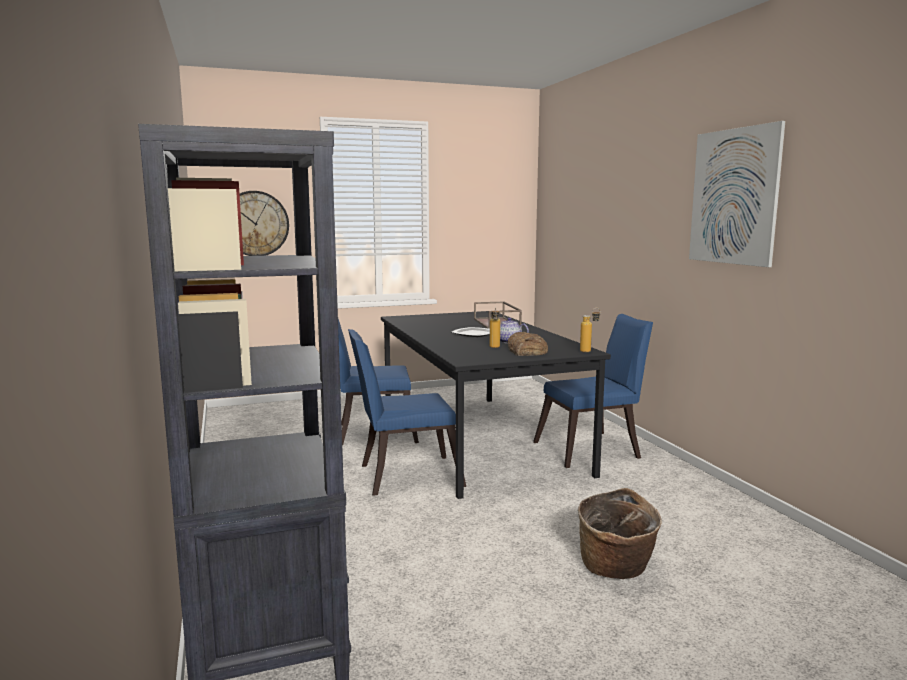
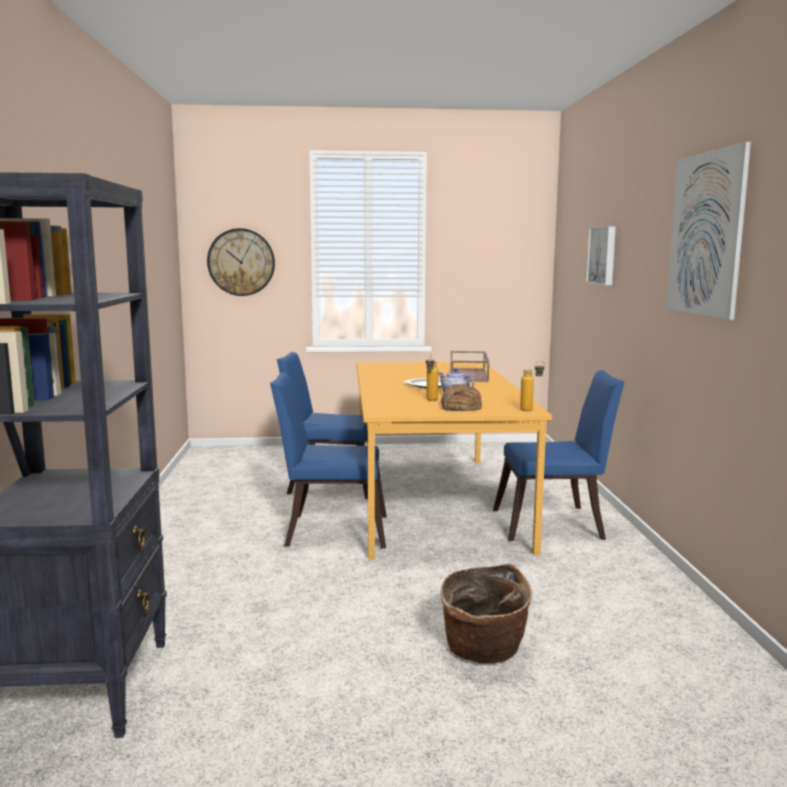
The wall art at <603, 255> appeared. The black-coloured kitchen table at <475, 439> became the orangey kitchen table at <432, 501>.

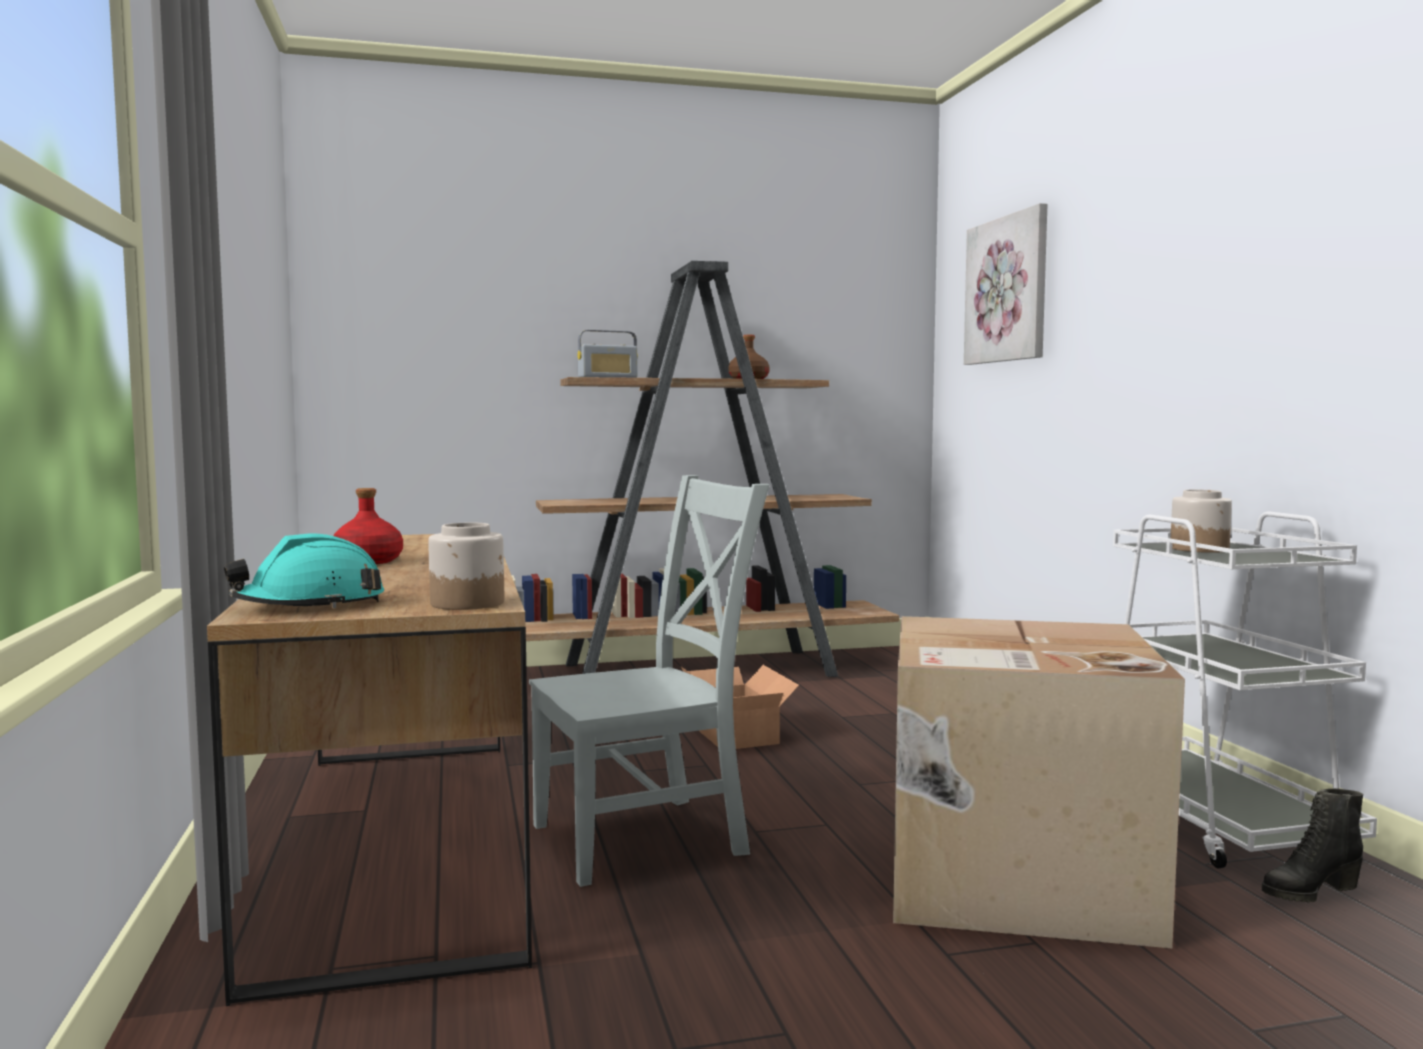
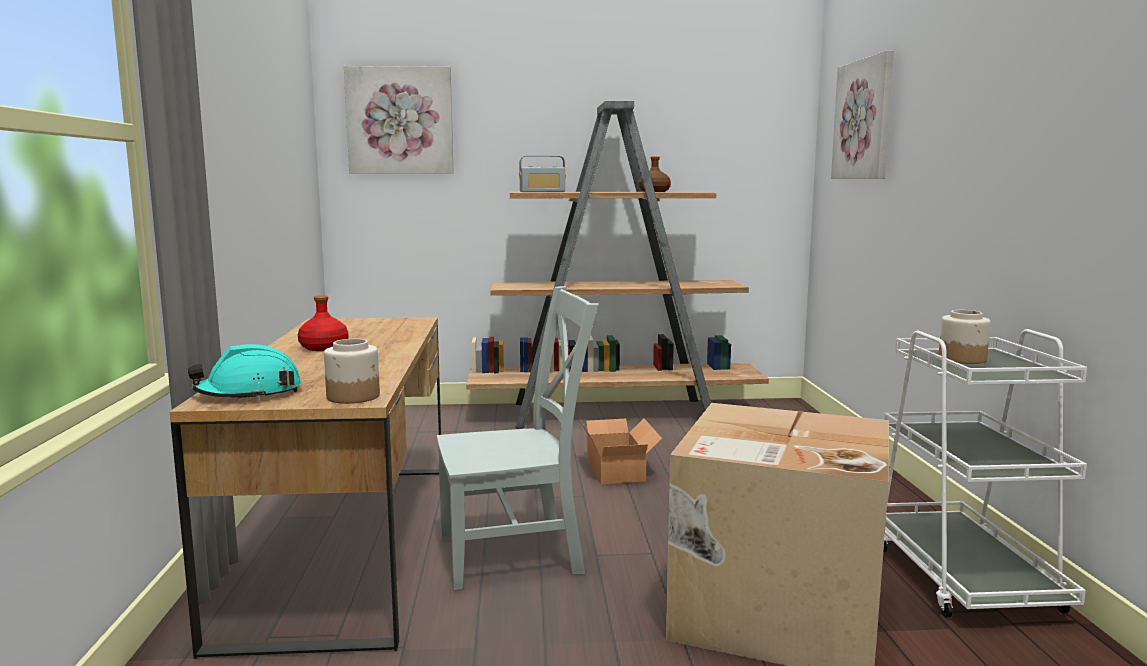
The black-coloured boot at <1309, 892> disappeared. The wall art at <400, 121> appeared.

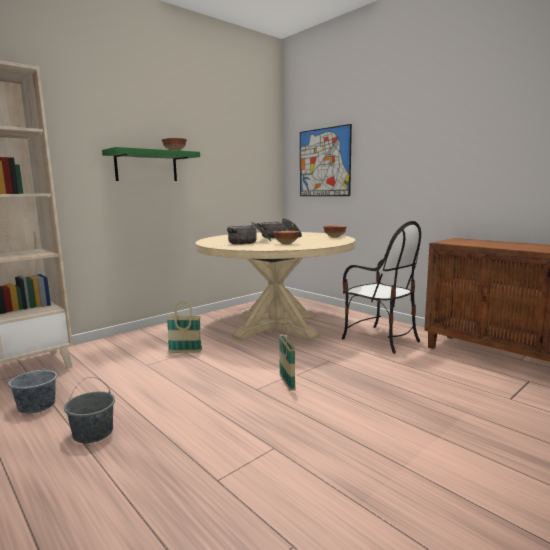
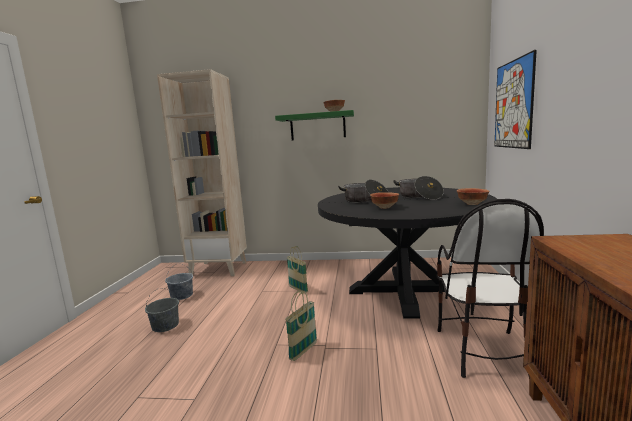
The beige kitchen table at <276, 326> became the black-coloured kitchen table at <404, 291>.

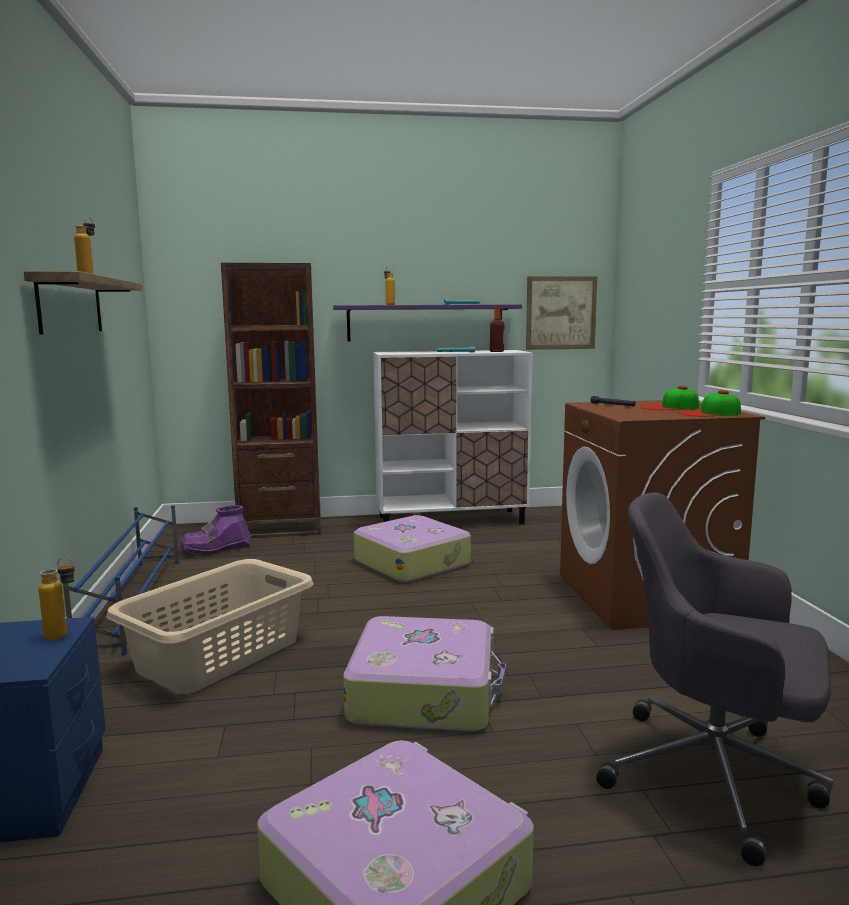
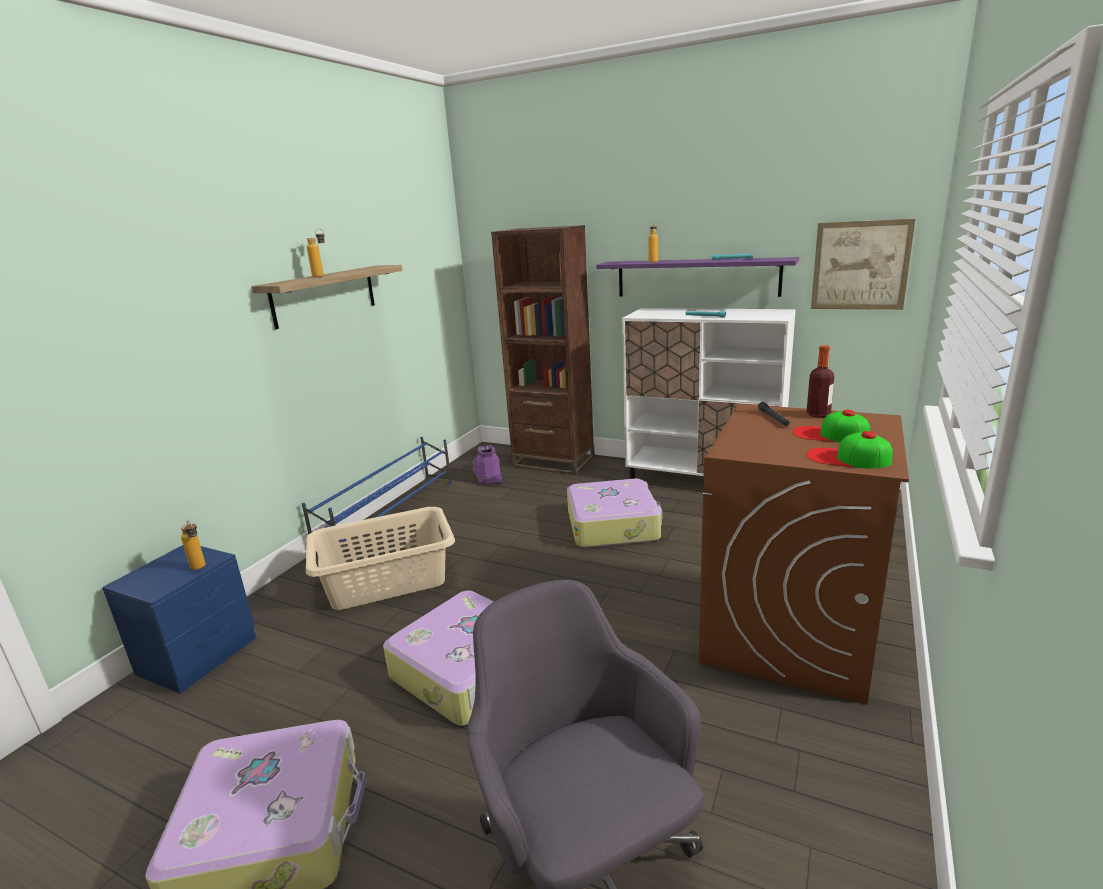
The beverage bottle moved from <496, 351> to <818, 414>. The purple boot at <215, 549> turned 75 degrees clockwise.

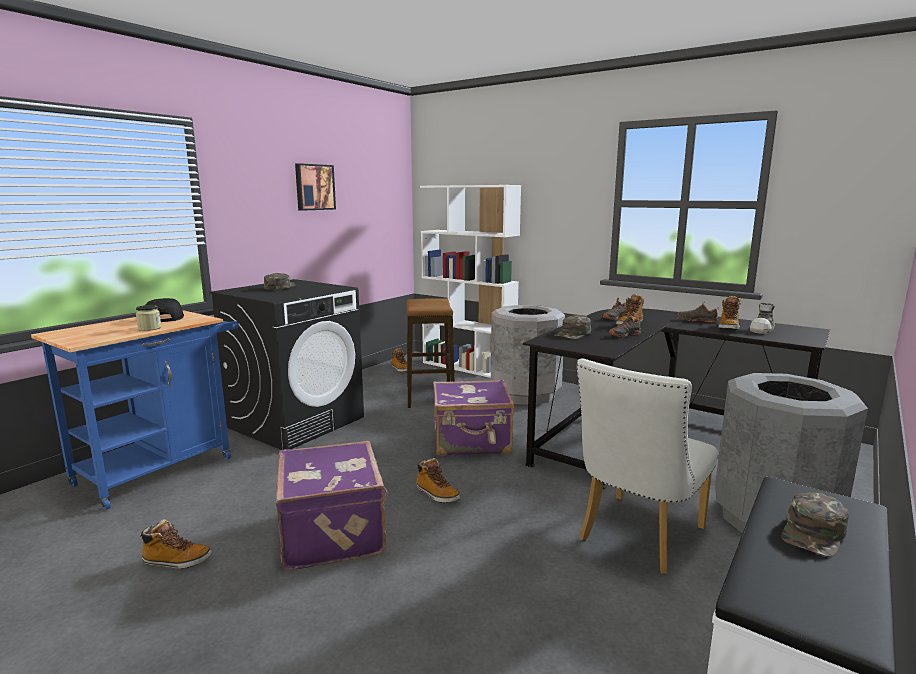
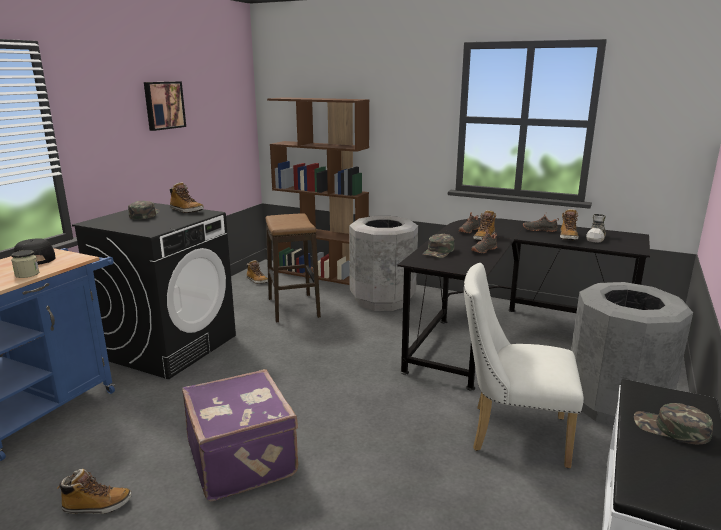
The purple suitcase at <472, 442> disappeared. The boot moved from <437, 494> to <186, 211>. The white bookcase at <469, 367> became the brownish bookcase at <322, 274>. The white plain chair at <636, 537> turned 75 degrees clockwise. The green-coloured baseball cap at <814, 533> turned 90 degrees clockwise.

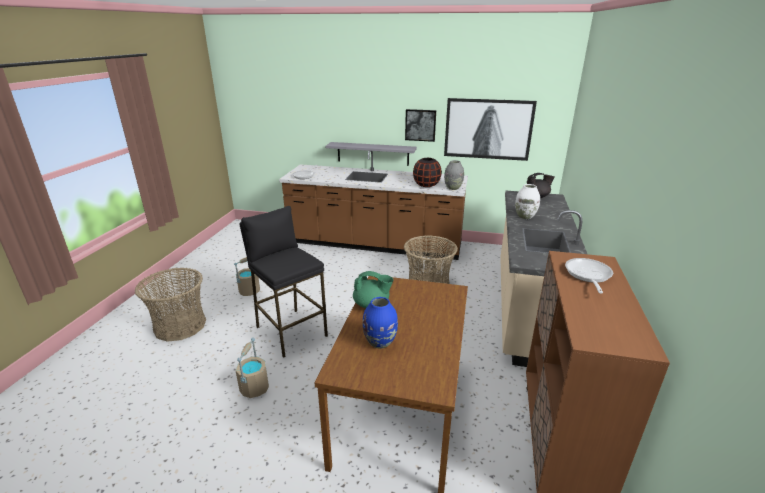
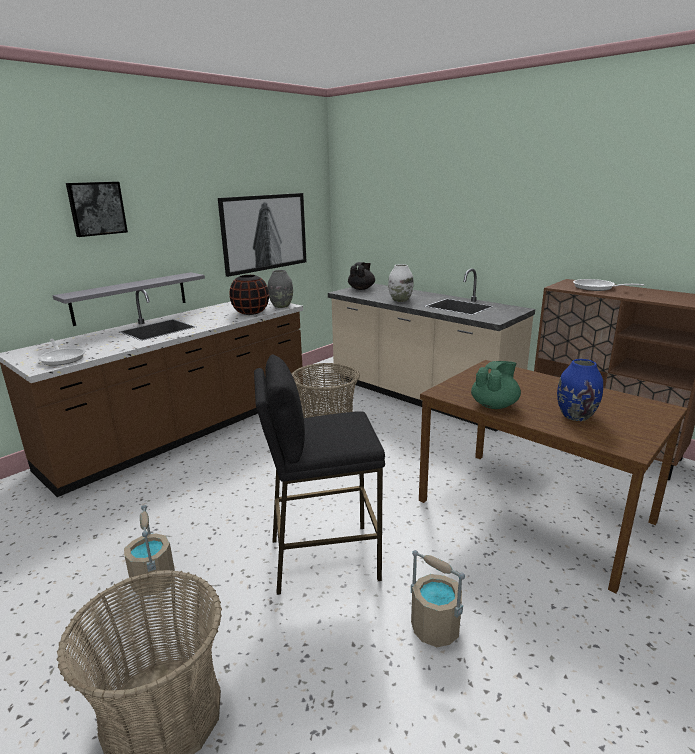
The wall art moved from <420, 125> to <96, 208>.

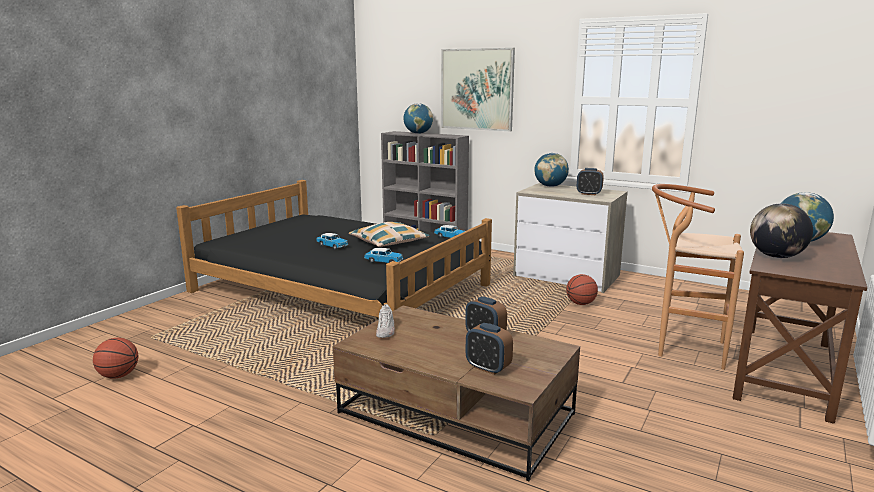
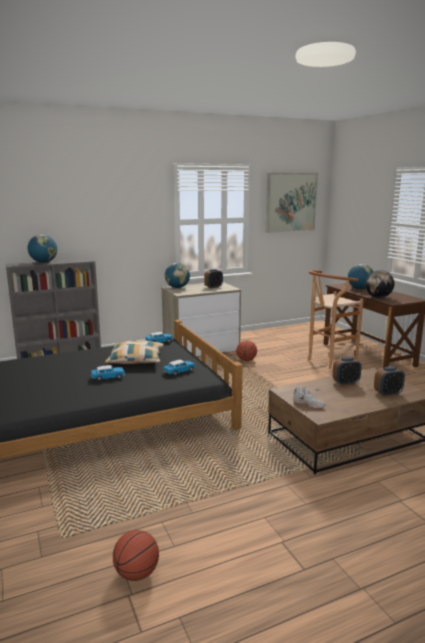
The wall art moved from <477, 89> to <291, 202>.

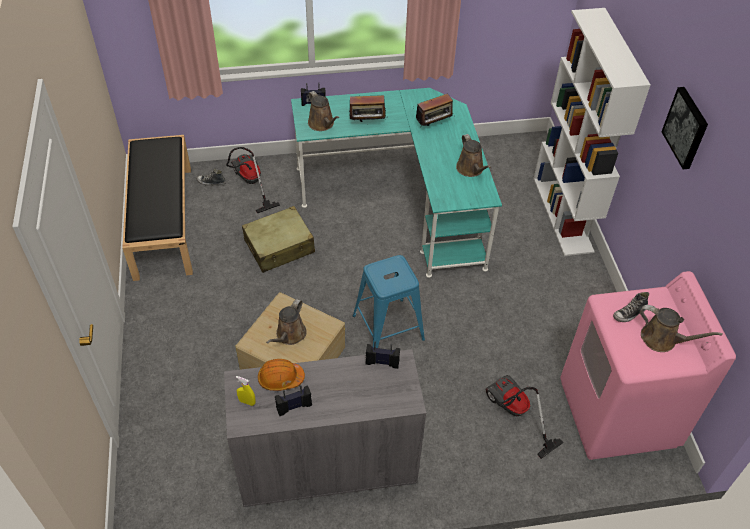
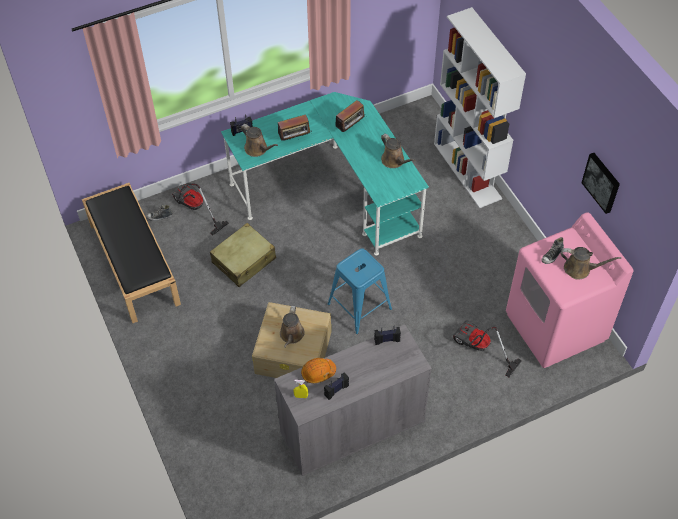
The wall art moved from <686, 127> to <602, 182>.

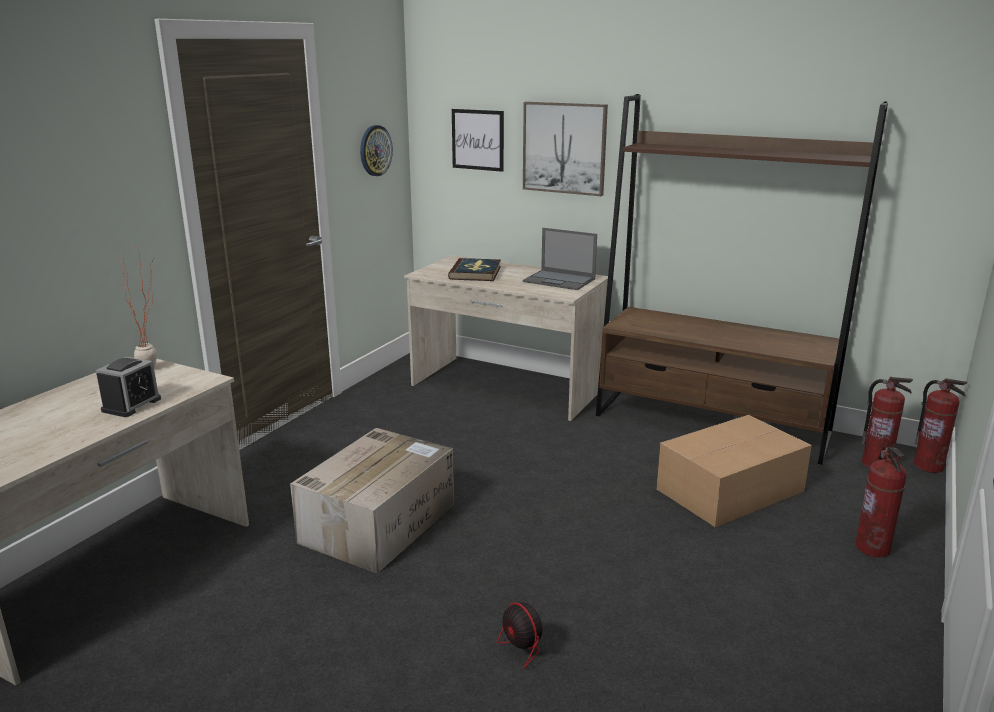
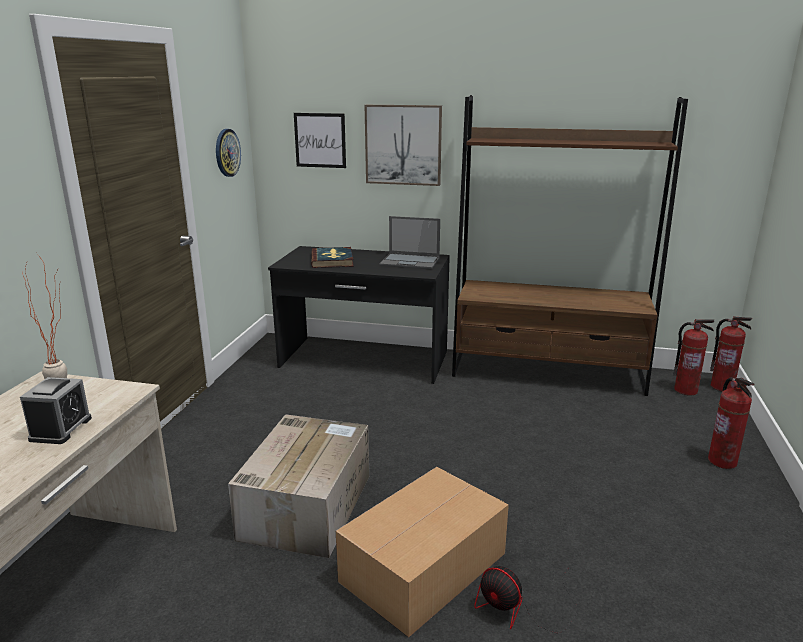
The packing box moved from <732, 490> to <426, 566>. The beige desk at <506, 387> became the black-coloured desk at <364, 360>.

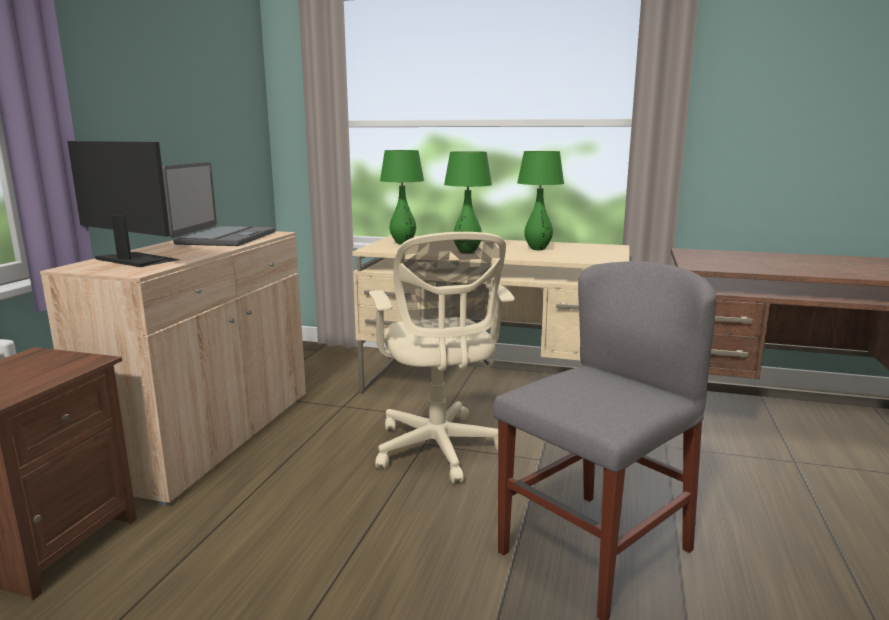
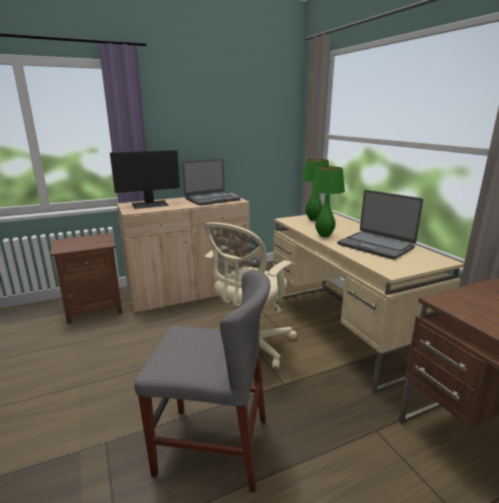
The green-coloured lamp for a table at <537, 249> was replaced by the portable computer at <376, 246>. The monitor at <135, 259> turned 75 degrees clockwise.

